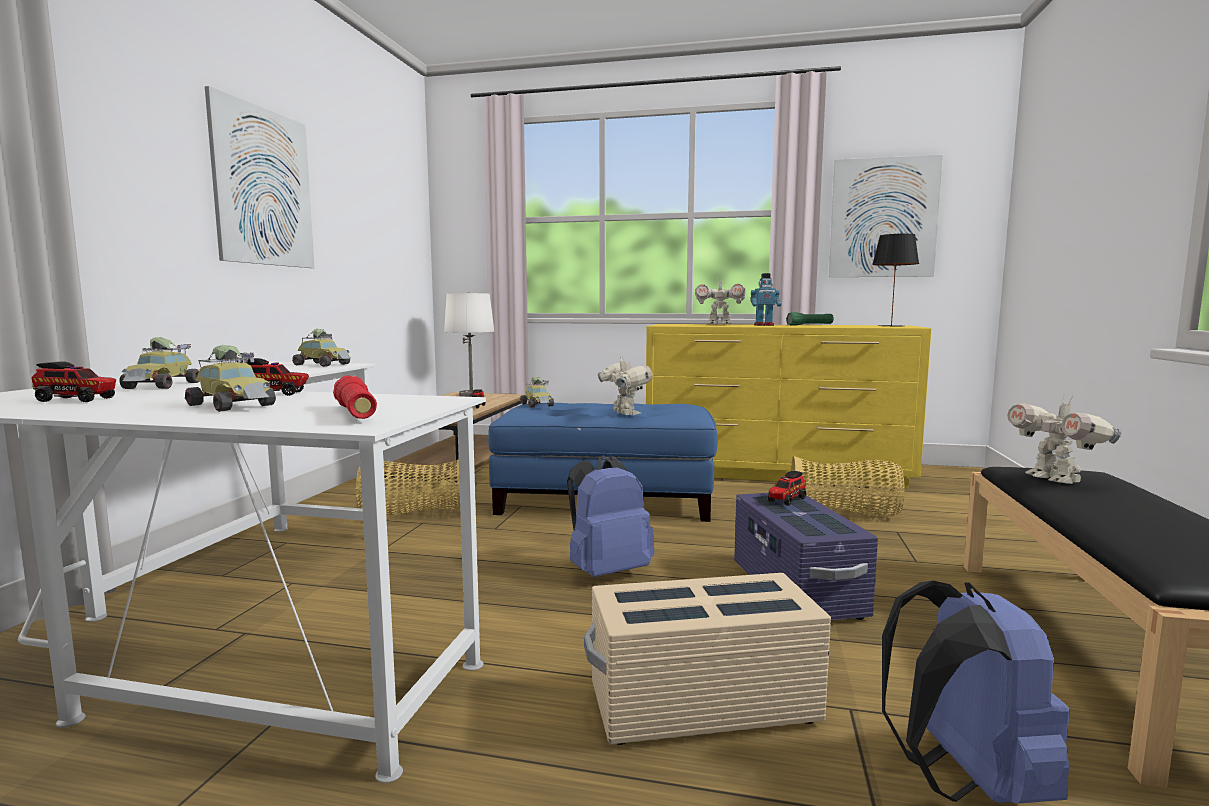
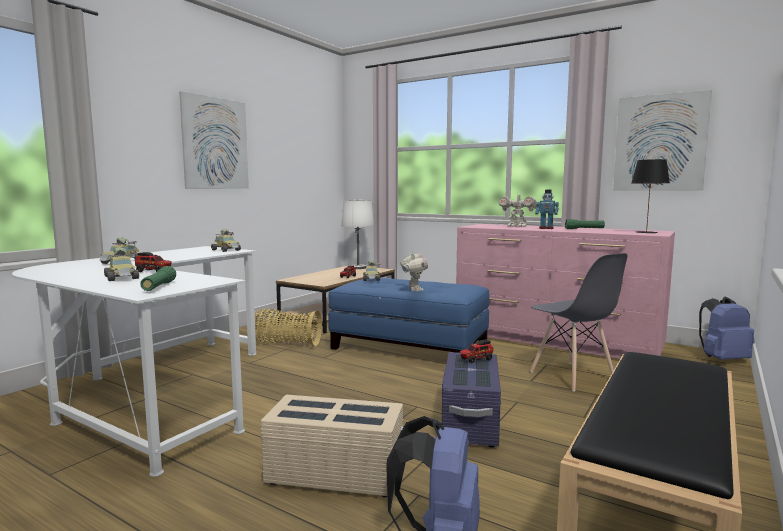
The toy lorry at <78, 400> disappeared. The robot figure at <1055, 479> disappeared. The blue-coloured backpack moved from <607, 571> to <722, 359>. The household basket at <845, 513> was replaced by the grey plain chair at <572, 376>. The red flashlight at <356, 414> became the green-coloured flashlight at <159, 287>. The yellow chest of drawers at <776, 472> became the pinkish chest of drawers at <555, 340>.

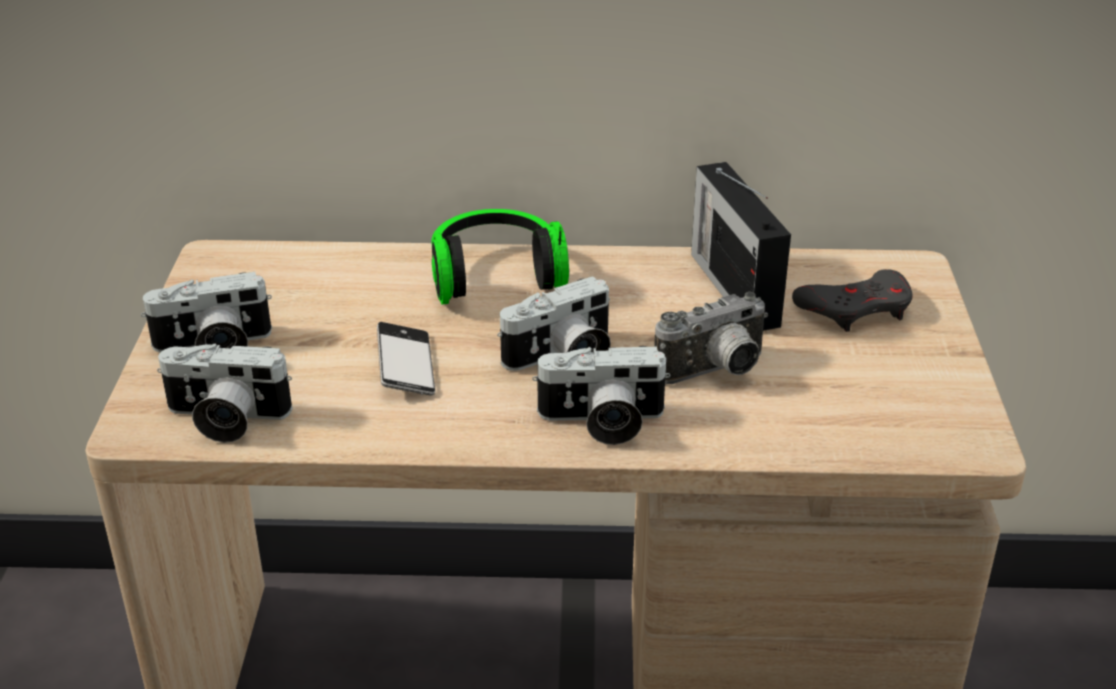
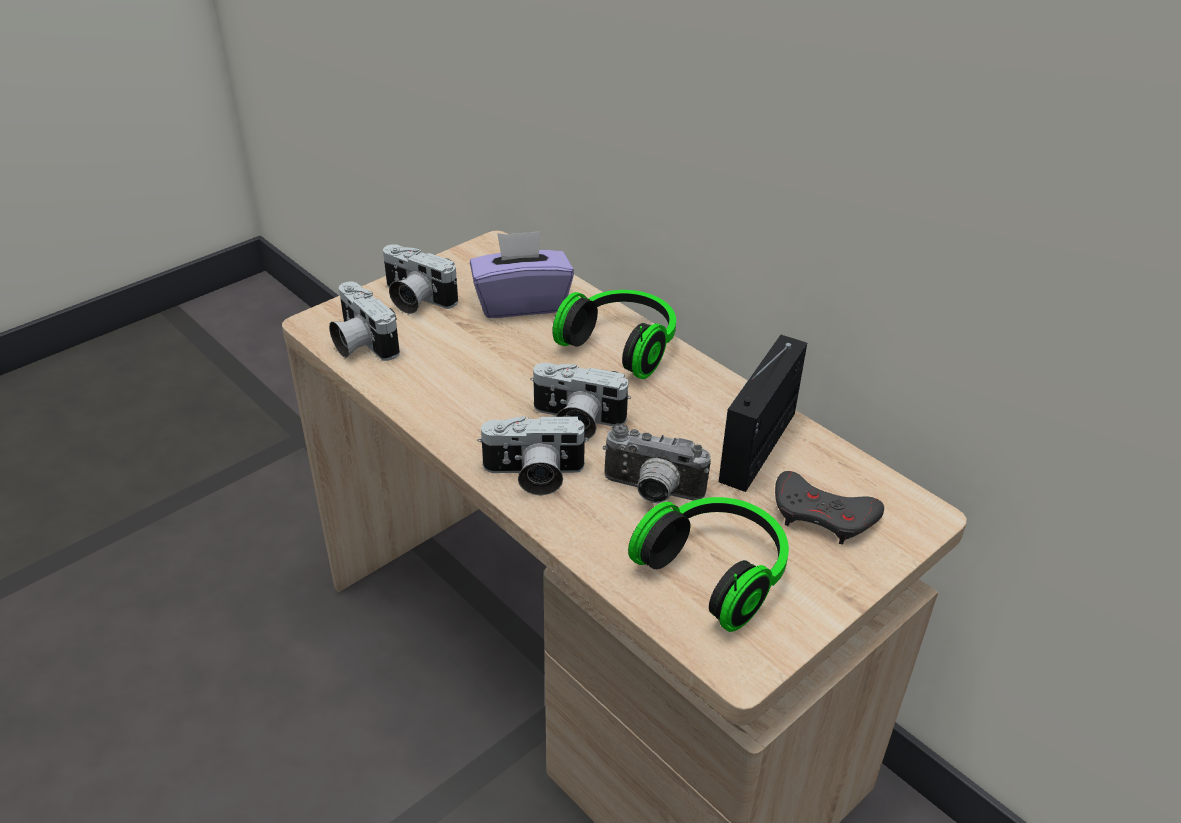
The telephone at <406, 367> disappeared. The purple tissue box at <521, 302> appeared. The pair of headphones at <717, 572> appeared. The still camera at <601, 422> turned 45 degrees counterclockwise.

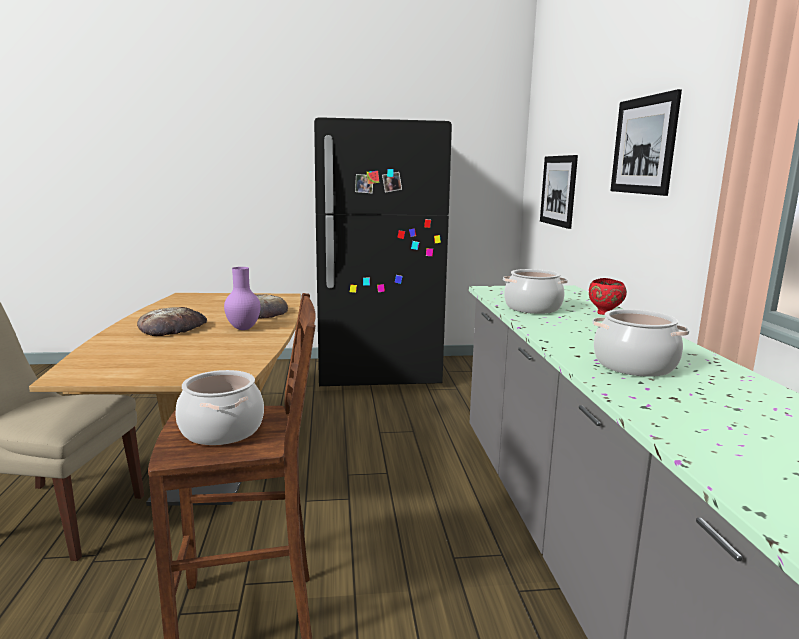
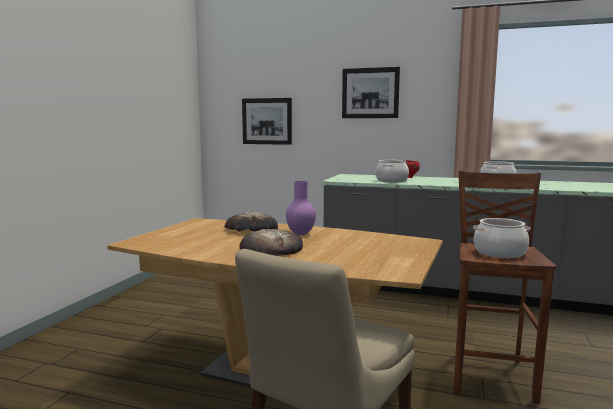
The black-coloured fridge at <377, 374> disappeared.

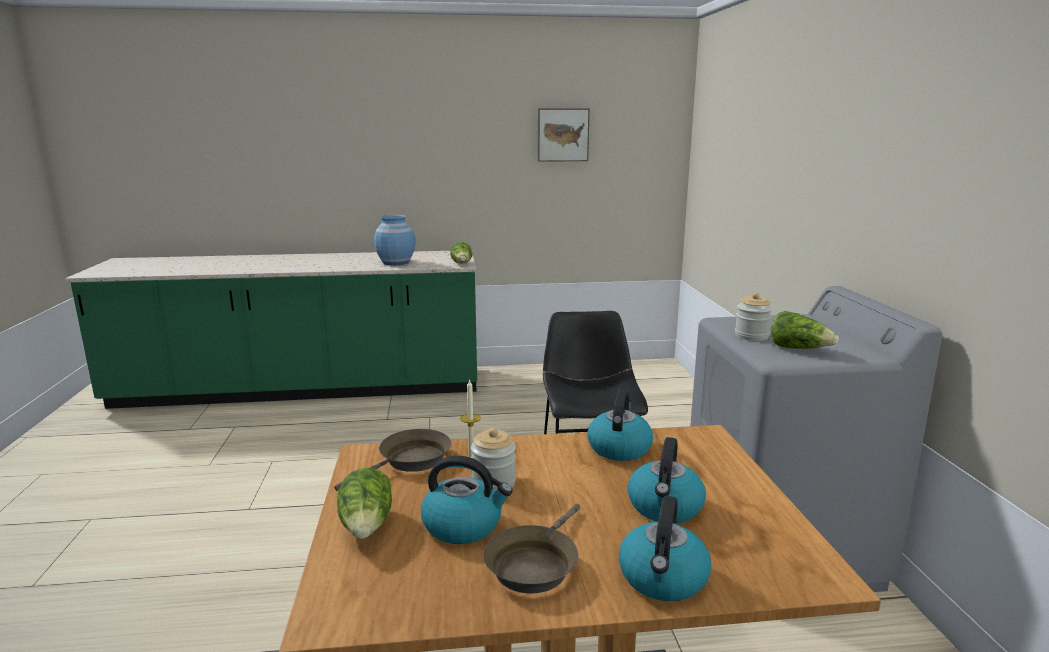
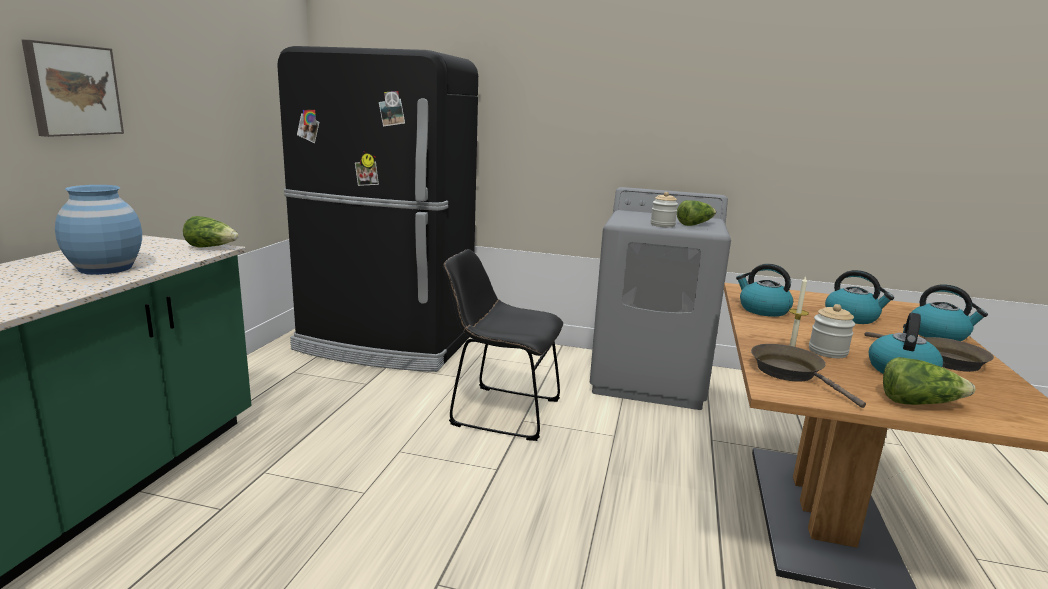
The black-coloured fridge at <385, 344> appeared. The wall art moved from <562, 135> to <72, 90>.

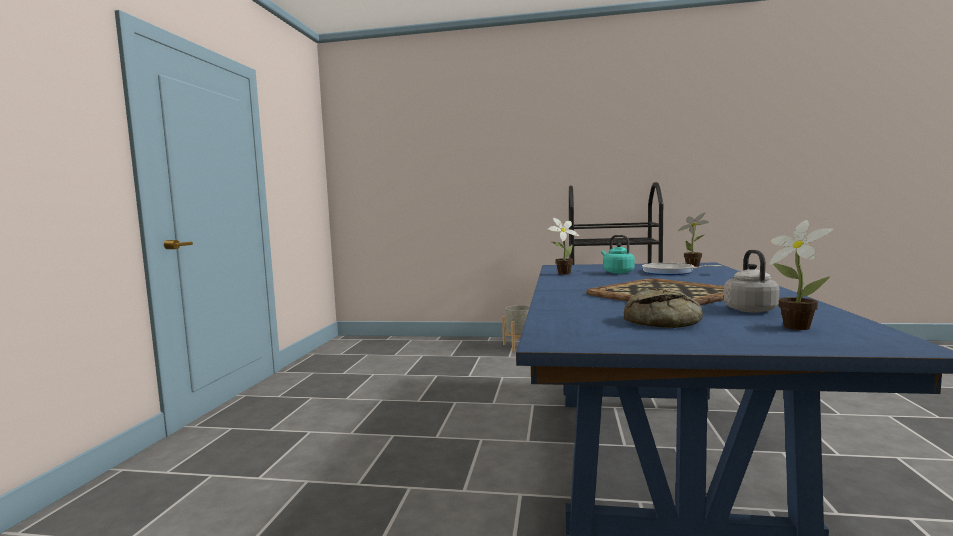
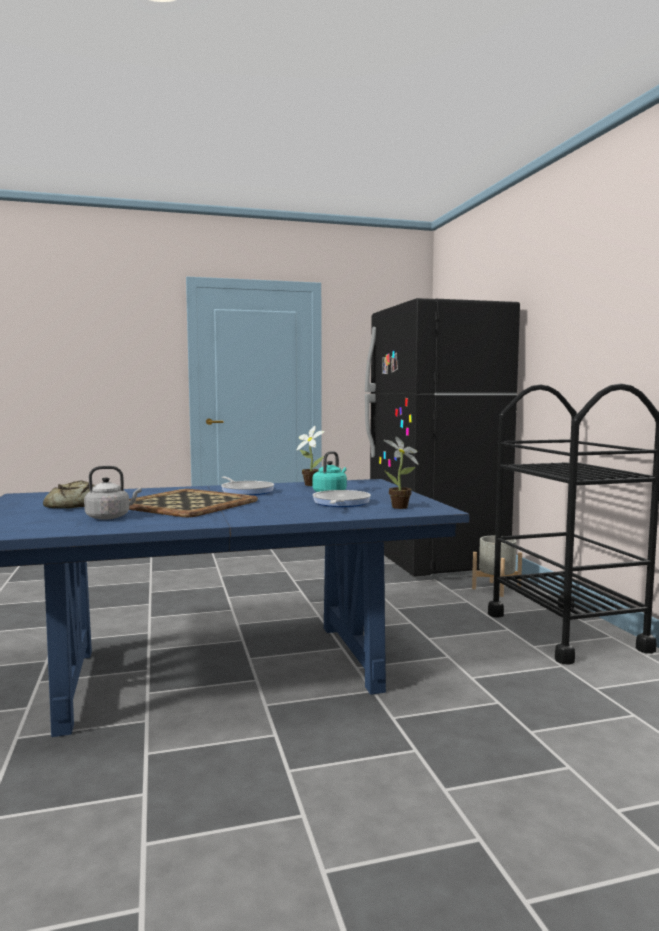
The houseplant at <793, 326> disappeared. The skillet at <246, 491> appeared. The black-coloured fridge at <435, 562> appeared.

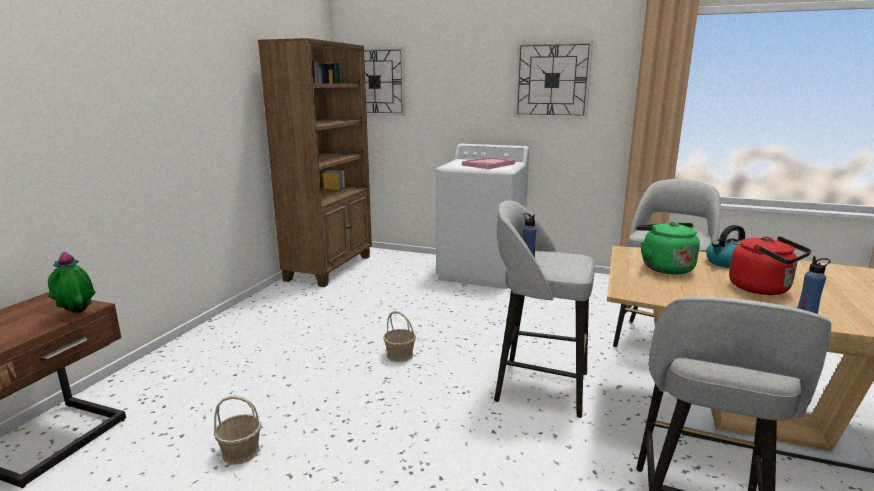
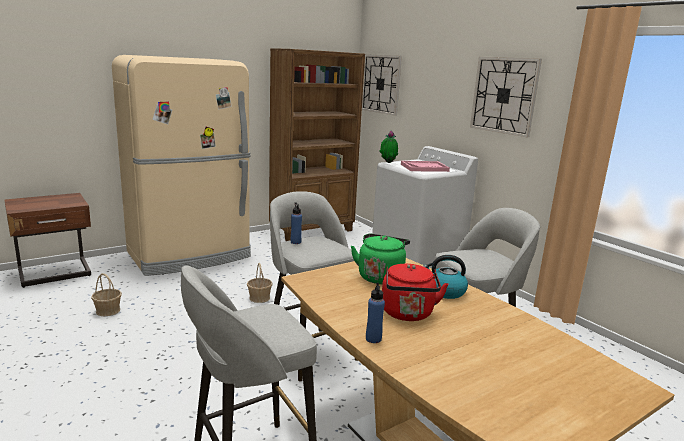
The beige fridge at <190, 255> appeared. The houseplant moved from <76, 314> to <387, 163>.

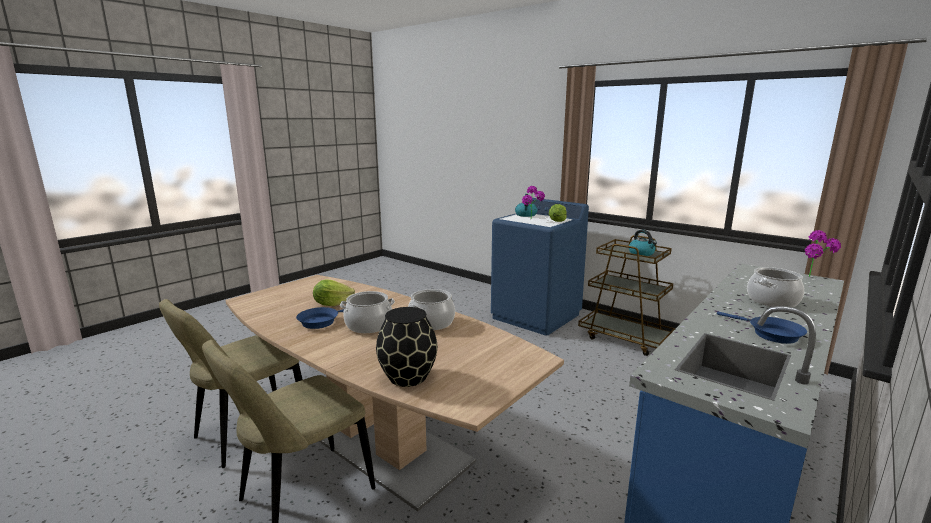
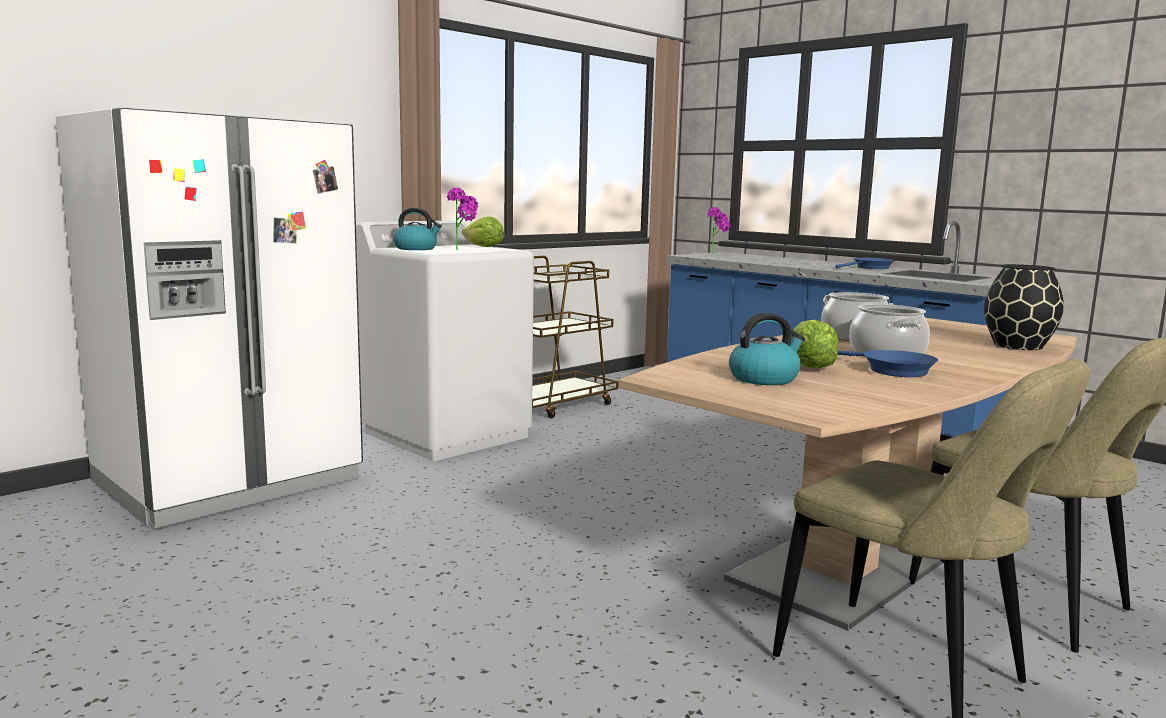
The cooking pot at <772, 301> disappeared. The white fridge at <229, 481> appeared. The tea kettle moved from <642, 253> to <764, 379>. The blue-coloured washing machine at <536, 316> became the white washing machine at <448, 434>.

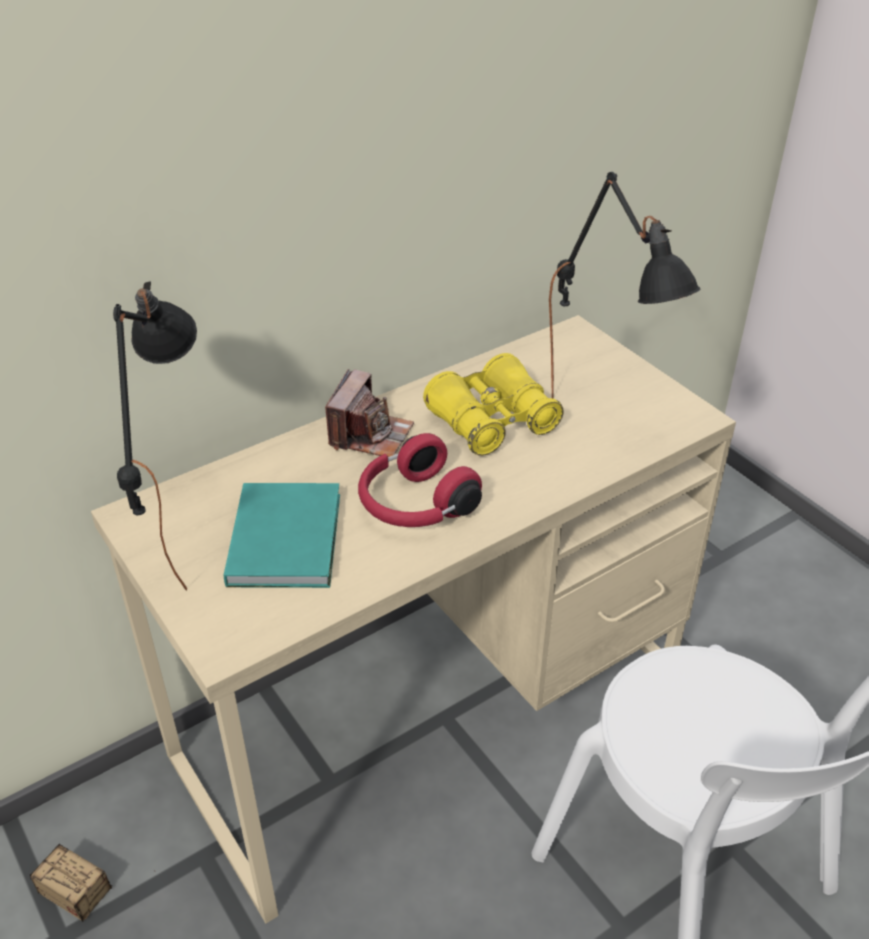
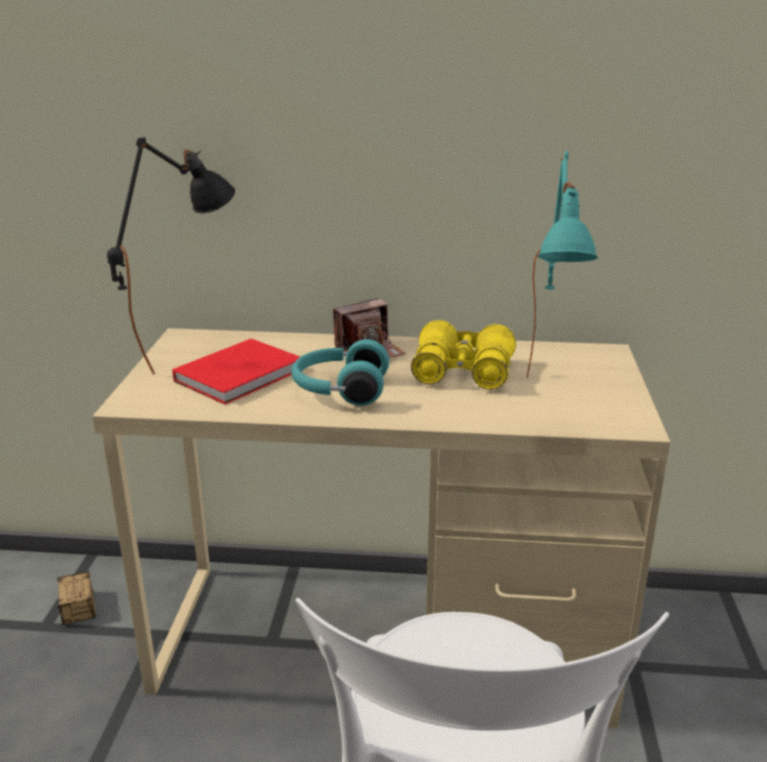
The turquoise-coloured volume at <288, 536> became the red volume at <242, 375>. The red pair of headphones at <415, 505> became the turquoise-coloured pair of headphones at <339, 390>. The black-coloured lamp for a table at <603, 422> became the turquoise-coloured lamp for a table at <548, 401>.

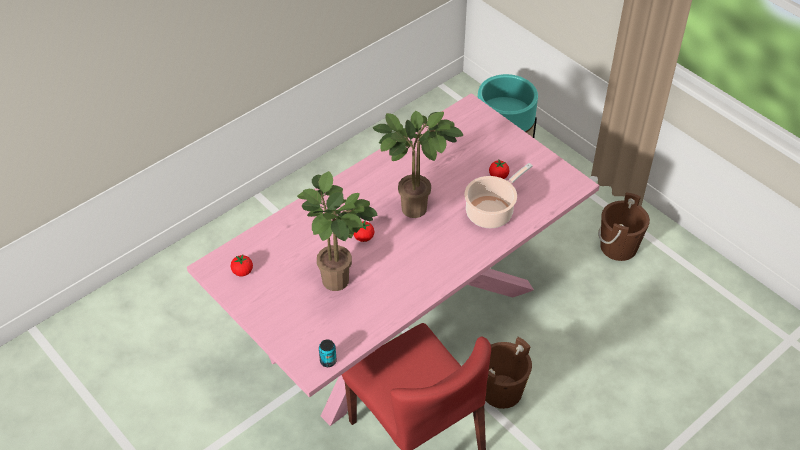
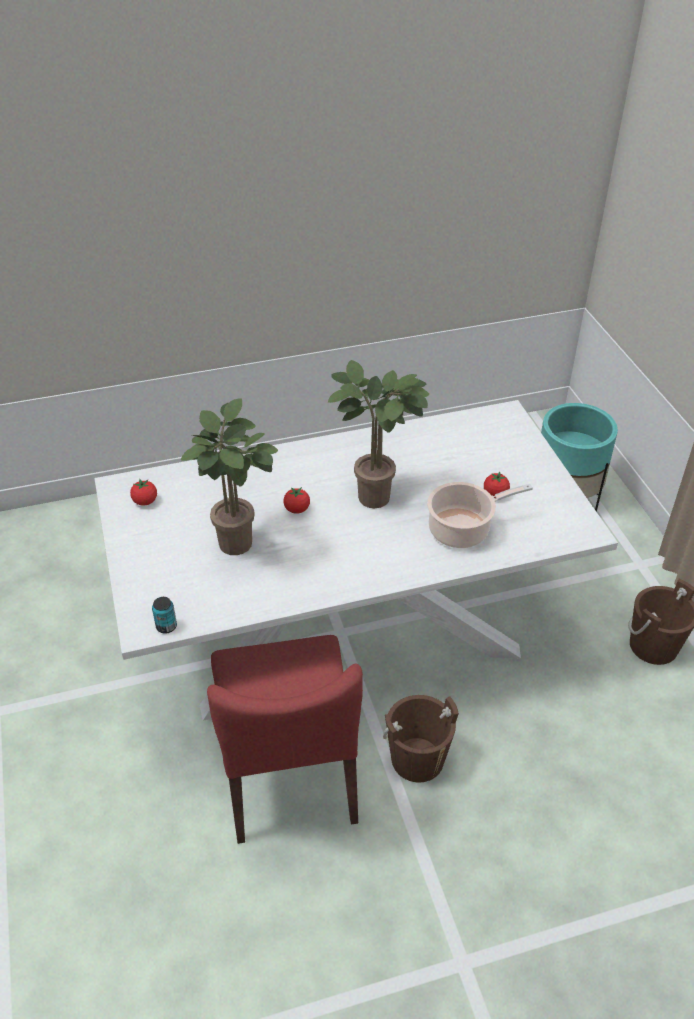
The pinkish kitchen table at <401, 321> became the white kitchen table at <347, 637>.

